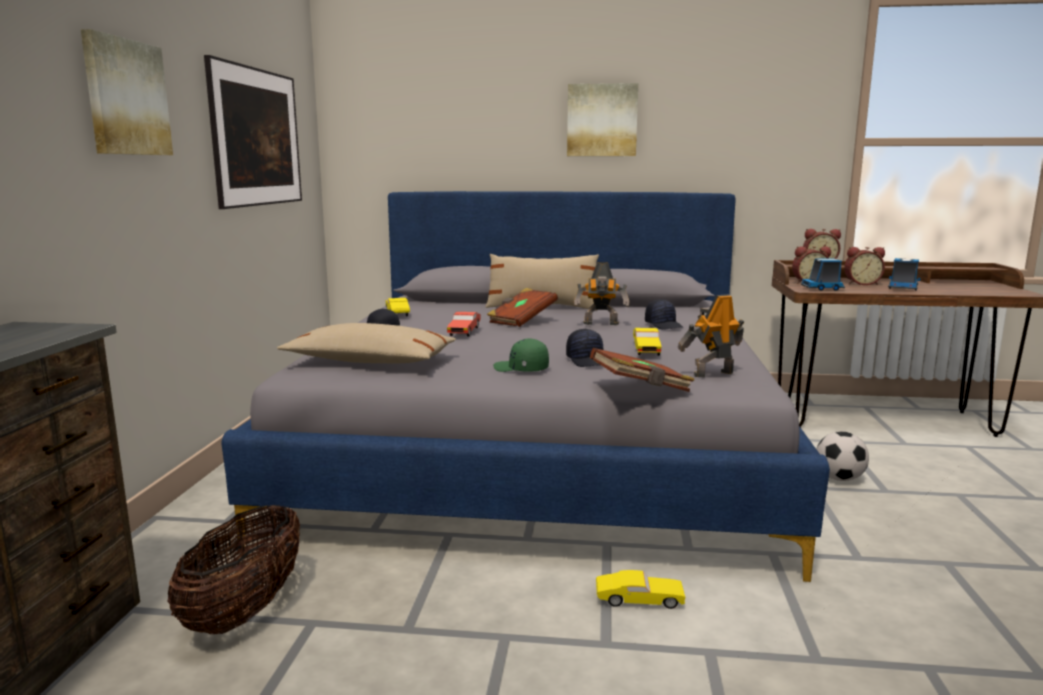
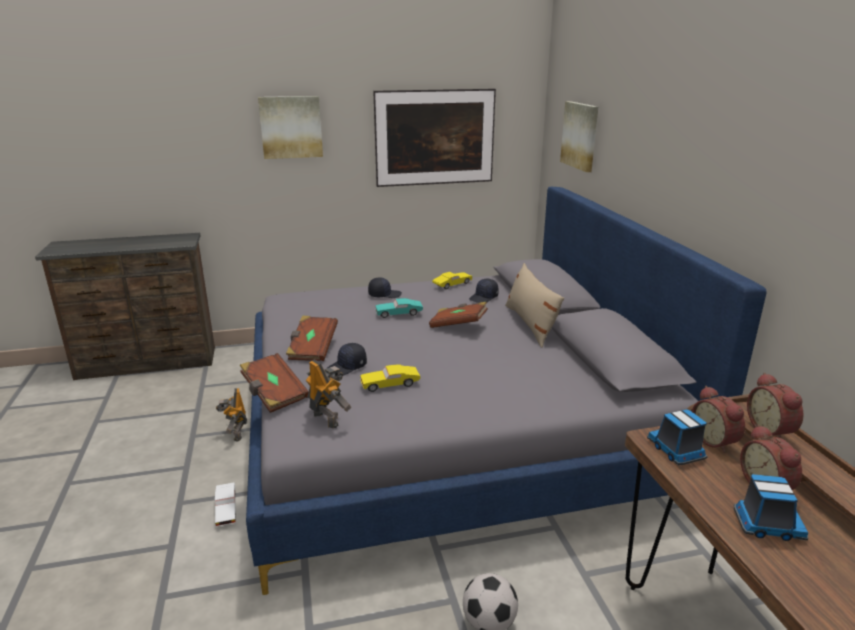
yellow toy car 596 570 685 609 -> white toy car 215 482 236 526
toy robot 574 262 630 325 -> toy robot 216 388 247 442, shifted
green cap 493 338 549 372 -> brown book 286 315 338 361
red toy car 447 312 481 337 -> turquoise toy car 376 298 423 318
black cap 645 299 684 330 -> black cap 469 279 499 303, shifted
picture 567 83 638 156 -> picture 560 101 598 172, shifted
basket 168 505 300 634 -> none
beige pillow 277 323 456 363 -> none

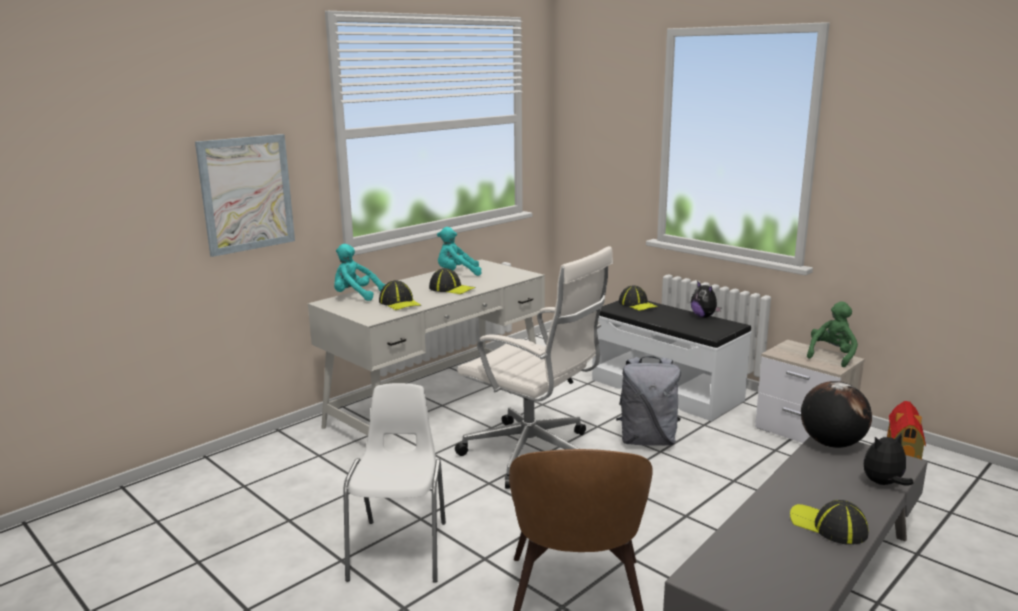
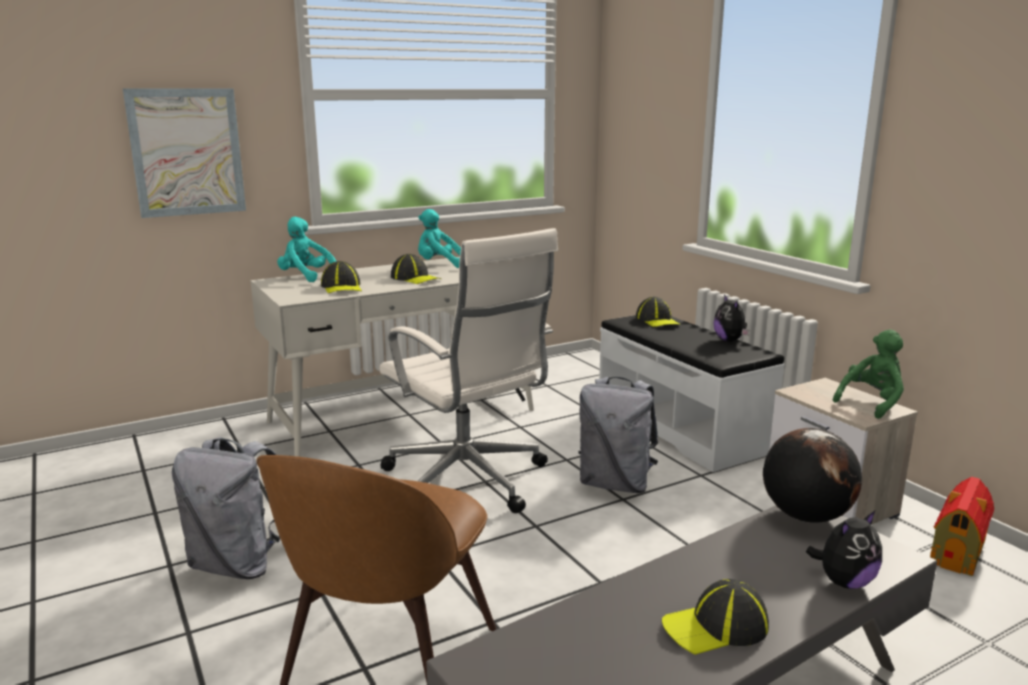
white chair 343 383 446 583 -> grey backpack 172 437 280 579
cap 790 500 869 545 -> cap 662 579 769 655, 75 degrees counterclockwise
plush toy 864 433 913 486 -> plush toy 806 511 882 589, 150 degrees clockwise

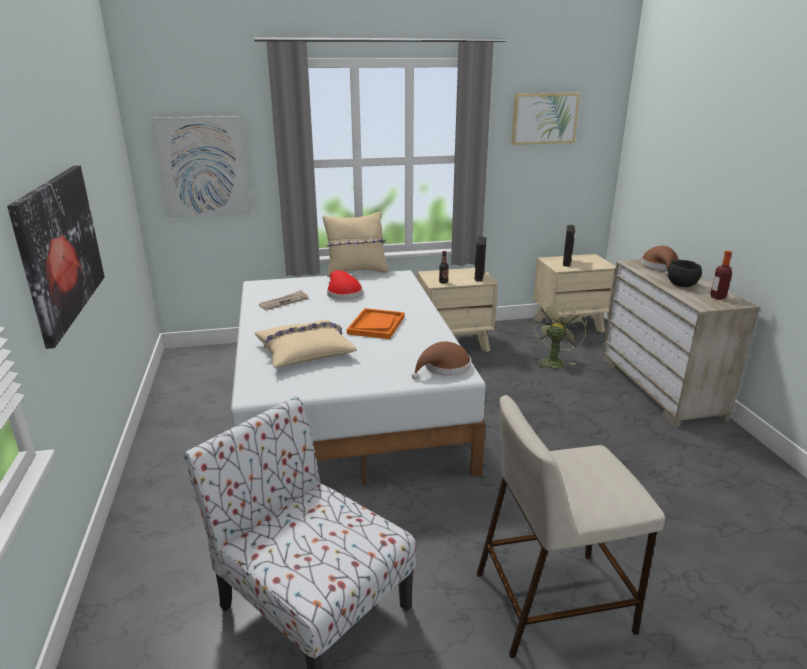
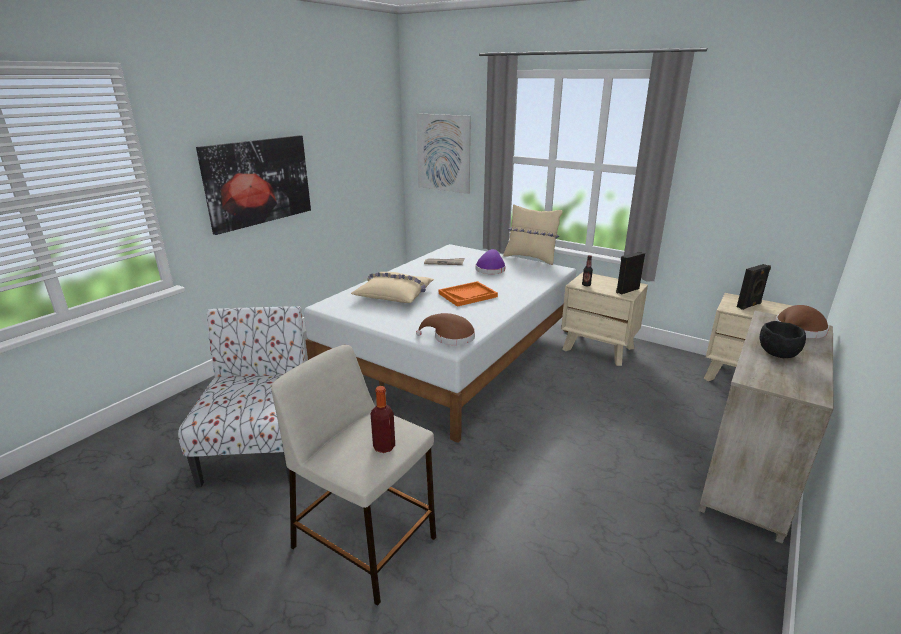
bottle 710 251 732 300 -> bottle 371 386 395 453, shifted
red hat 327 270 363 300 -> purple hat 475 249 506 274
picture 511 93 580 145 -> none
green fan 533 300 587 370 -> none

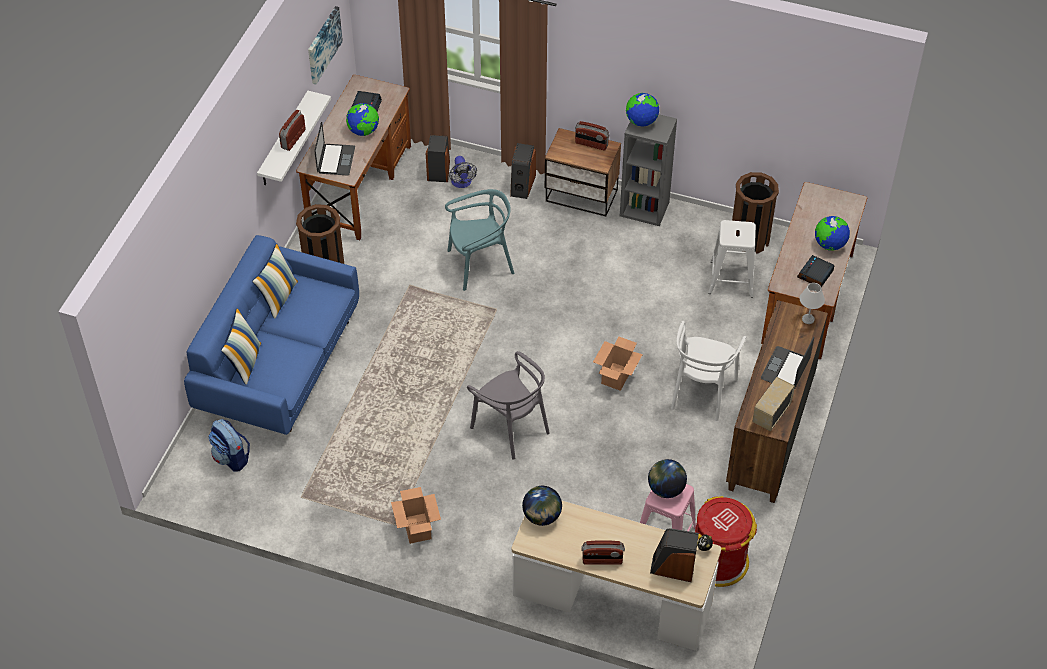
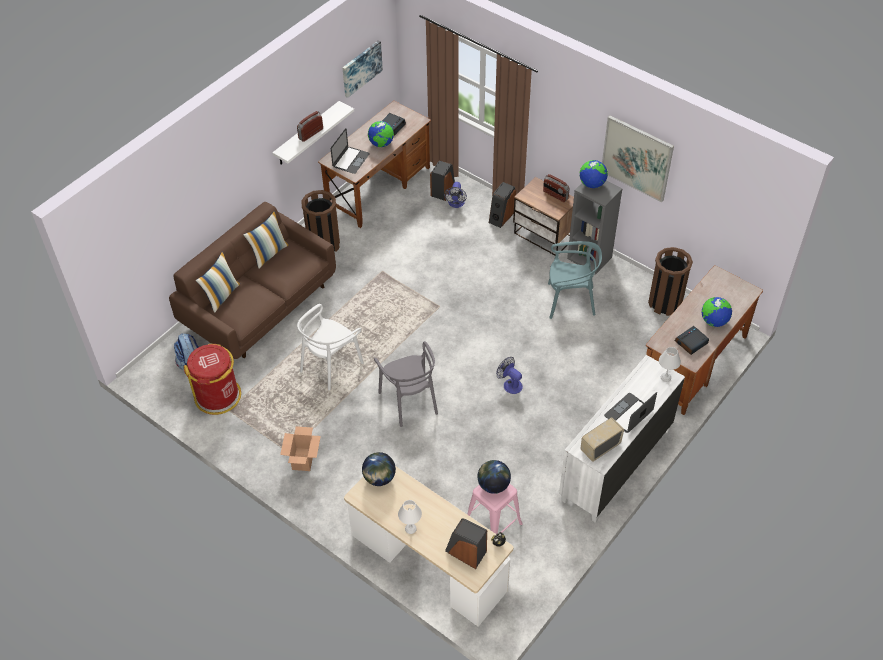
blue sofa 184 235 359 435 -> brown sofa 169 202 336 359
red trash can 695 496 757 587 -> red trash can 184 344 241 415, shifted
white chair 671 321 746 421 -> white chair 297 304 364 390, shifted
radio 581 540 625 565 -> white table lamp 398 500 422 534
cardboard box 593 337 643 391 -> fan 496 357 523 394
turquoise chair 445 189 514 291 -> turquoise chair 548 241 602 319, shifted
brown dresser 726 300 828 503 -> white dresser 559 355 685 523
none -> picture 602 115 674 202
white stool 708 220 756 298 -> none

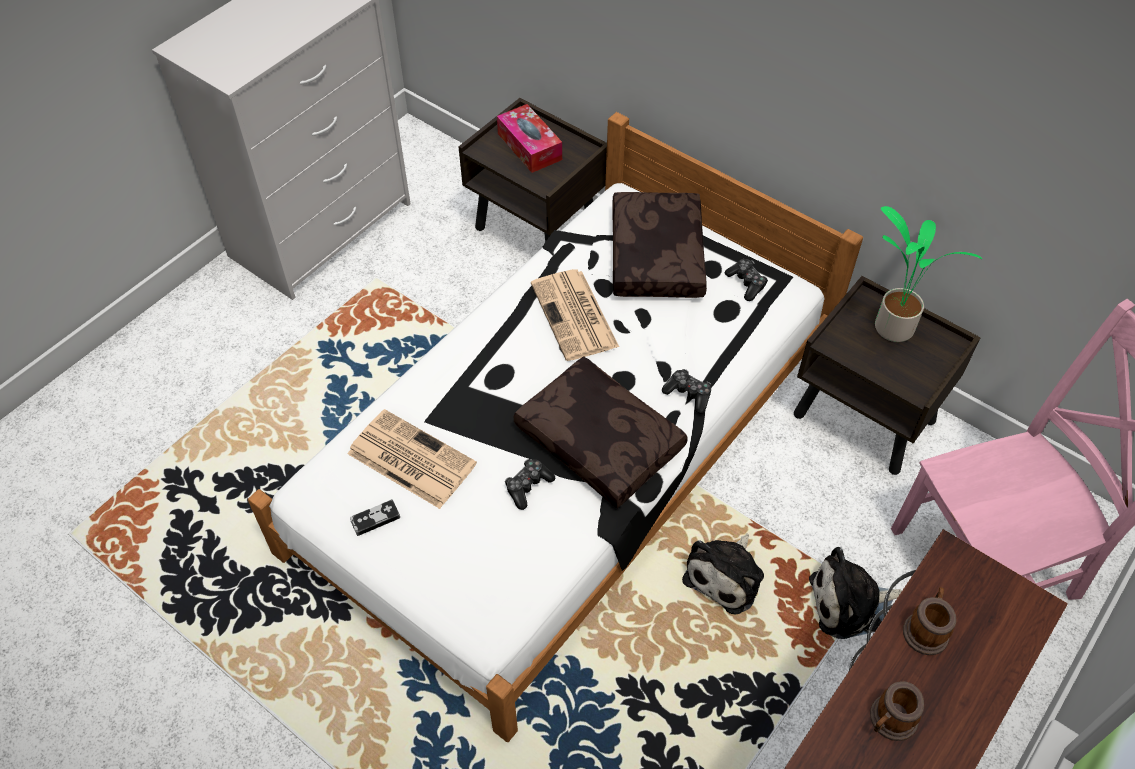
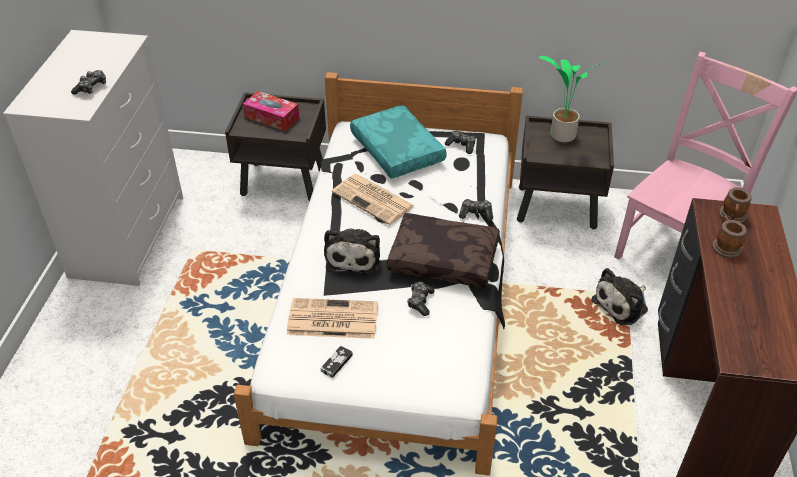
none -> game controller 71 70 106 95
plush toy 682 533 764 614 -> plush toy 324 228 380 275, shifted
brown pillow 612 192 707 298 -> turquoise pillow 350 105 447 179
mug 870 681 924 741 -> mug 719 187 752 223, shifted

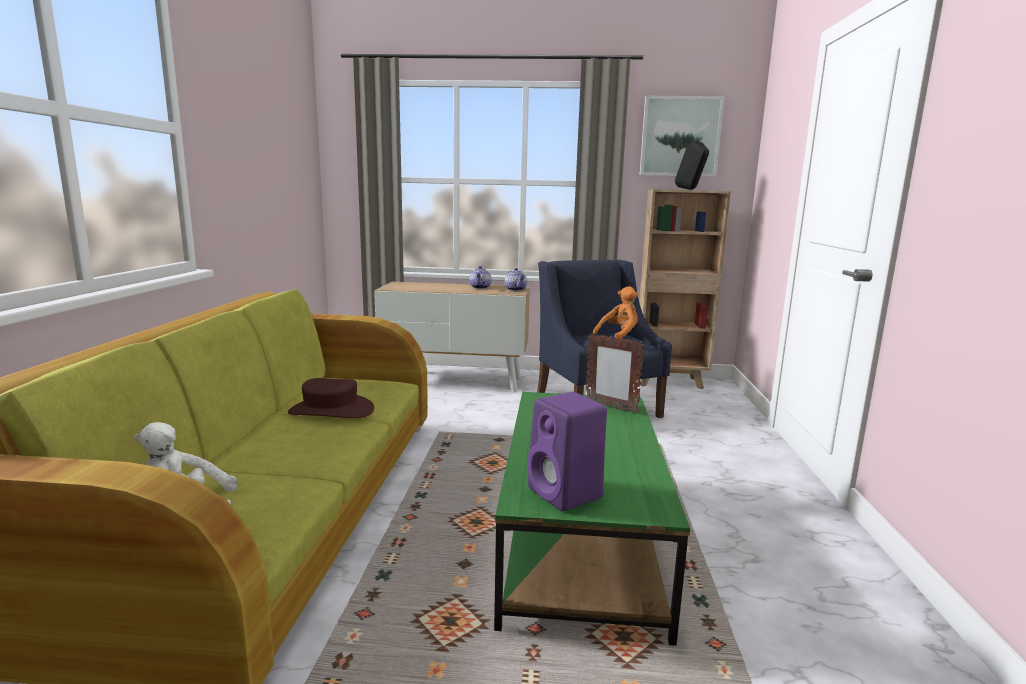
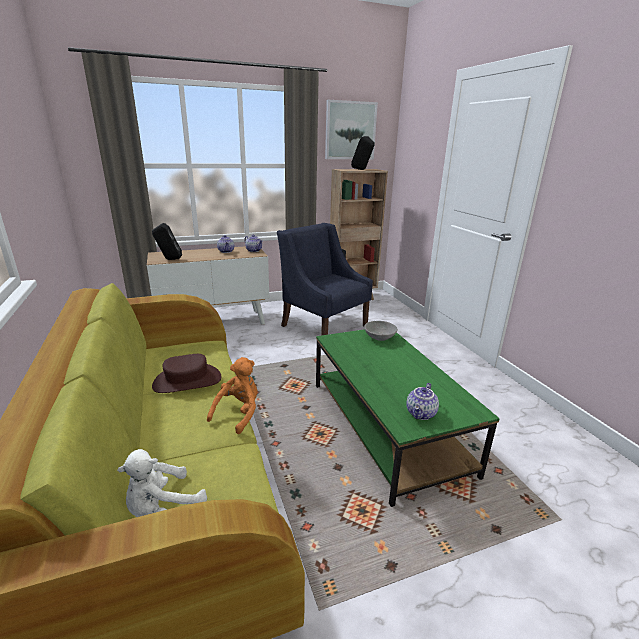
none -> black speaker 152 223 182 260
orange plush toy 593 286 638 341 -> orange plush toy 207 357 258 434, shifted
picture frame 586 333 644 414 -> grey bowl 364 321 398 341
purple speaker 527 392 607 511 -> teapot 406 383 439 420

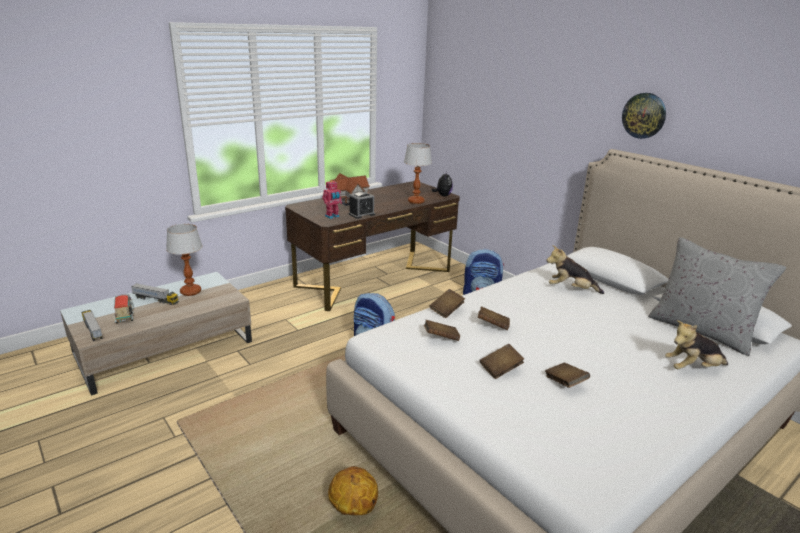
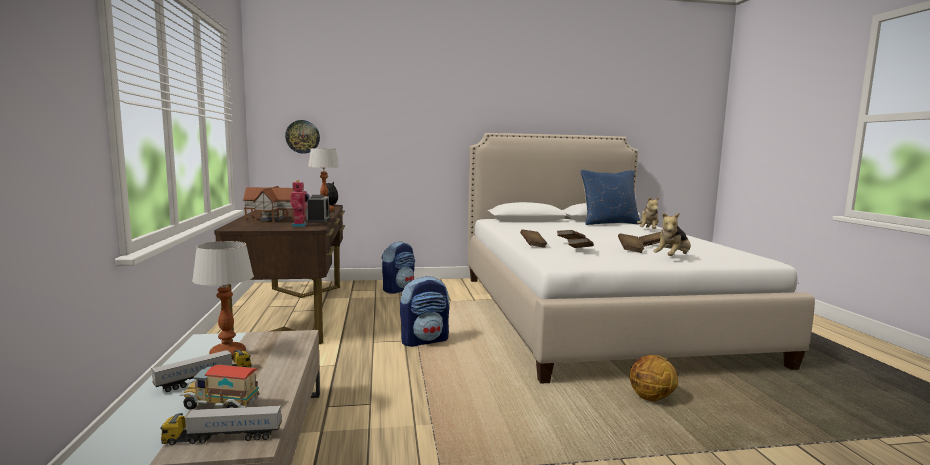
wall clock 622 93 666 139 -> wall clock 285 120 320 154, shifted
grey pillow 648 237 786 356 -> blue pillow 580 170 640 225
plush toy 546 245 604 294 -> plush toy 653 213 691 256, shifted

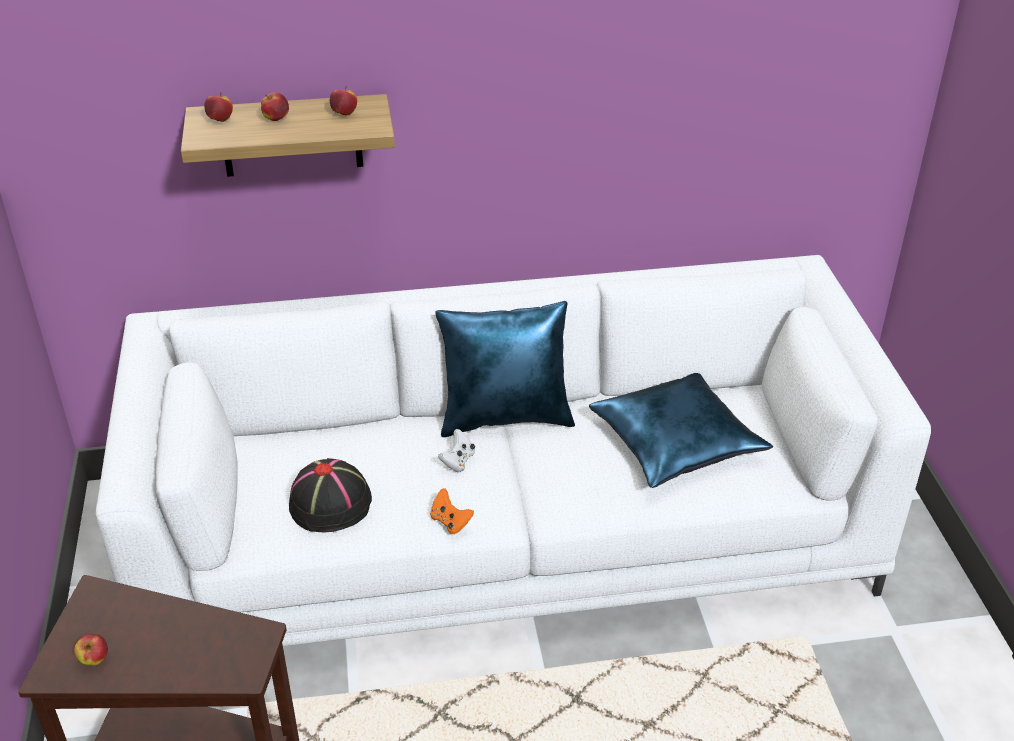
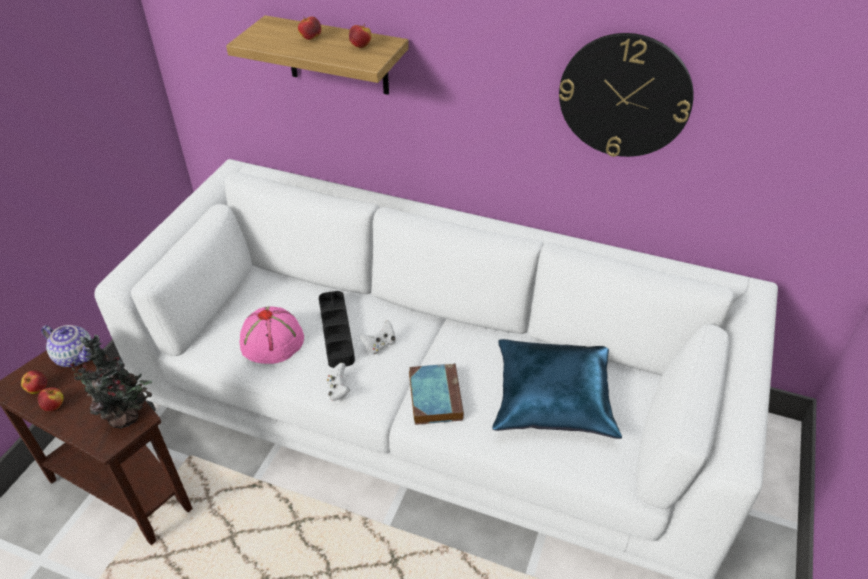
apple 204 92 233 122 -> apple 38 387 64 411, shifted
none -> teapot 41 325 92 367
none -> potted plant 65 335 152 428
black hat 289 458 372 533 -> pink hat 240 306 304 364
none -> black tray 319 291 355 368
orange game controller 430 488 474 534 -> white game controller 327 363 350 401
none -> book 409 363 464 425
none -> wall clock 559 33 694 157
blue pillow 436 301 575 437 -> none

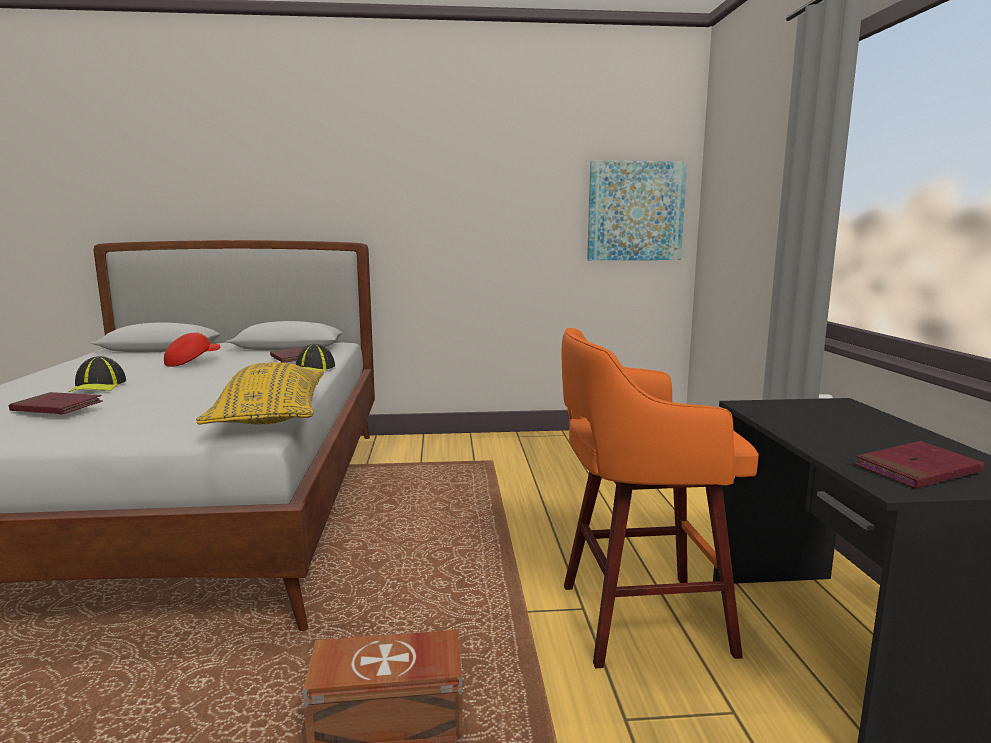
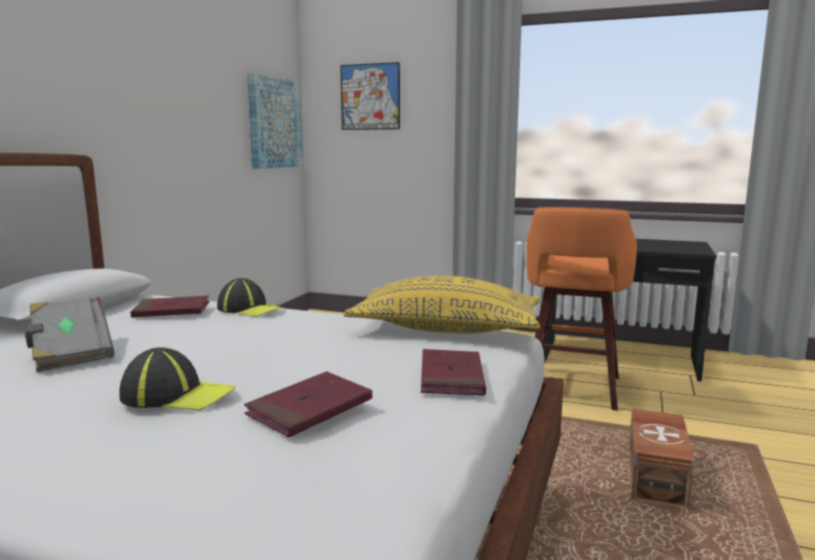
red cap 164 332 221 367 -> grey book 25 297 114 372
none -> picture 340 62 400 130
red book 855 441 984 489 -> red book 421 349 486 396, shifted

